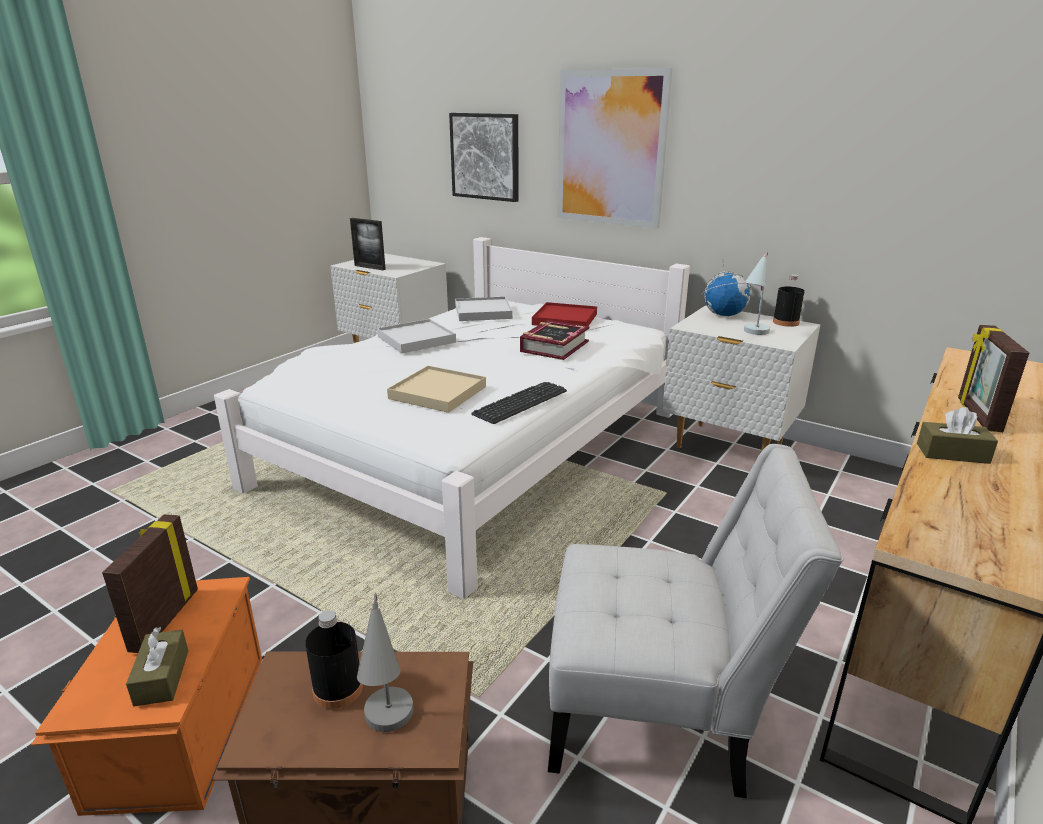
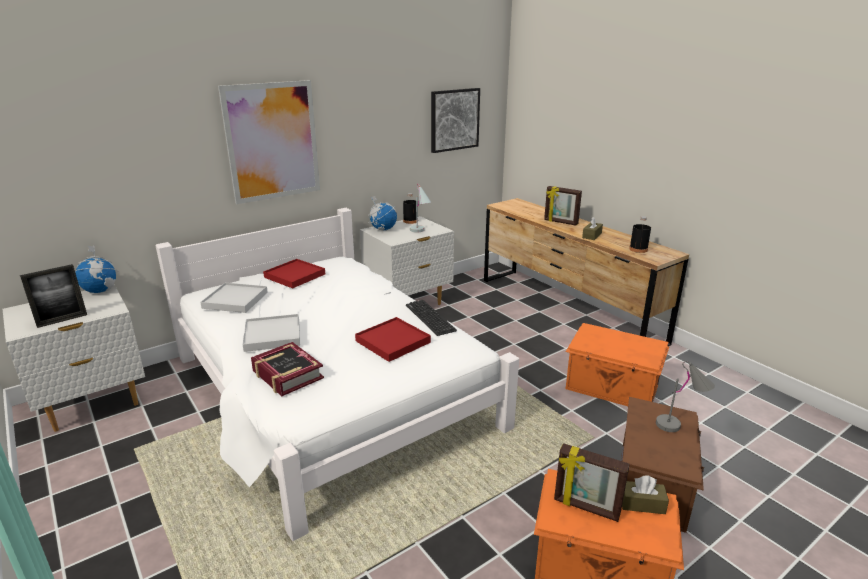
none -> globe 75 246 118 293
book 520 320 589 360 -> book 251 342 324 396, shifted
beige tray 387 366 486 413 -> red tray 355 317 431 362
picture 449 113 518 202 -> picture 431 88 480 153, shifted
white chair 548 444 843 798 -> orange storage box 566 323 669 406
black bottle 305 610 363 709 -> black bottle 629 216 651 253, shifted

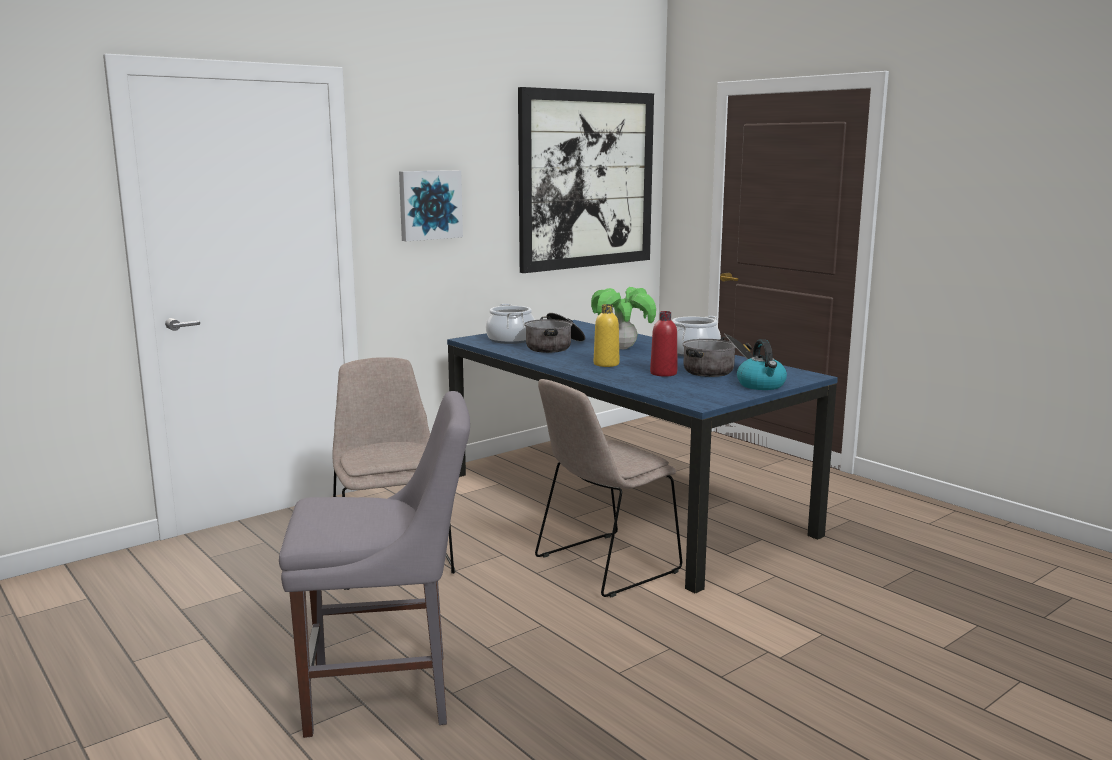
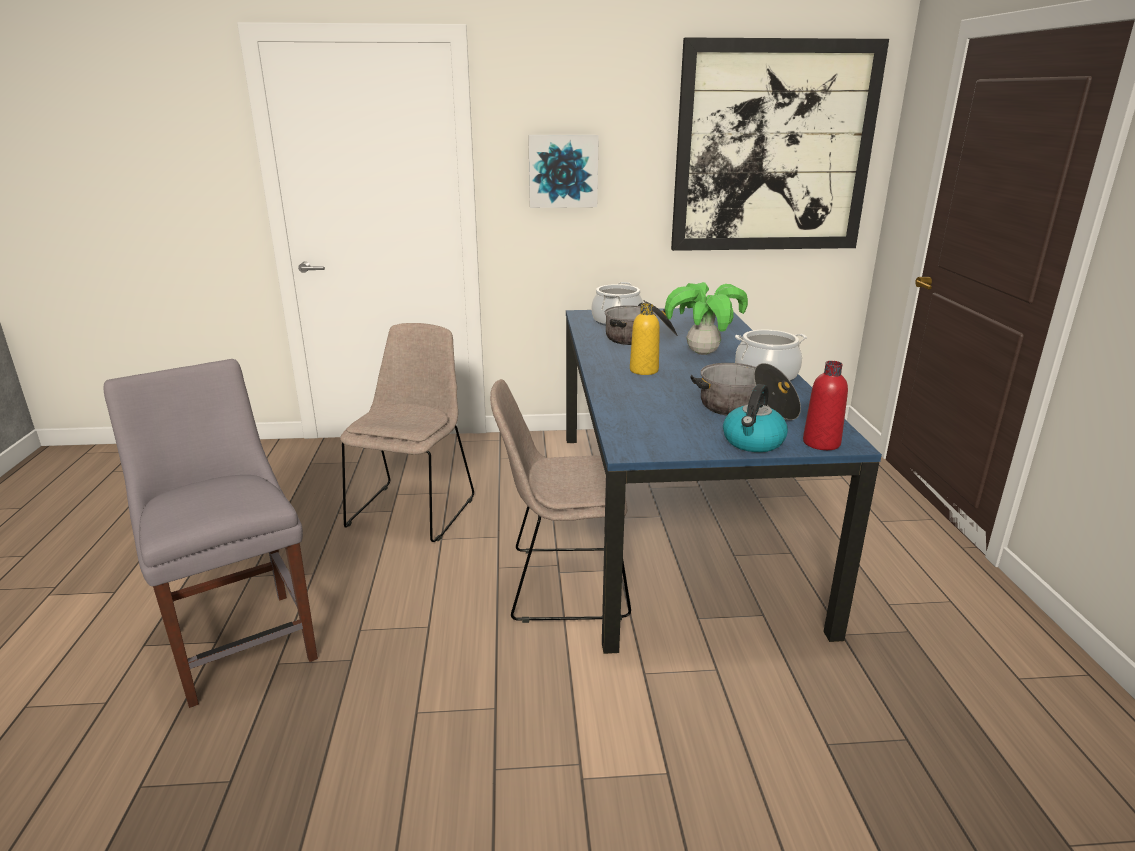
grey chair 279 391 470 738 -> grey chair 103 359 318 708, 150 degrees counterclockwise
red bottle 650 311 677 377 -> red bottle 803 361 848 450, shifted

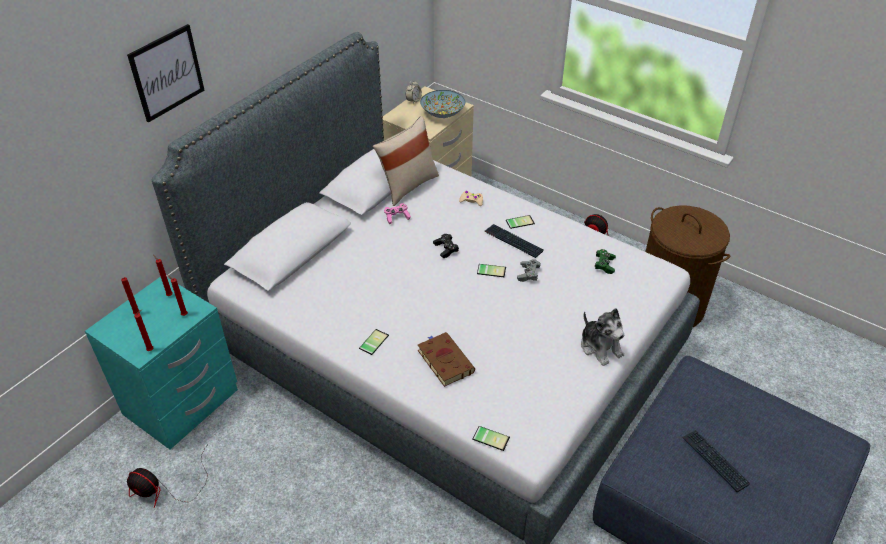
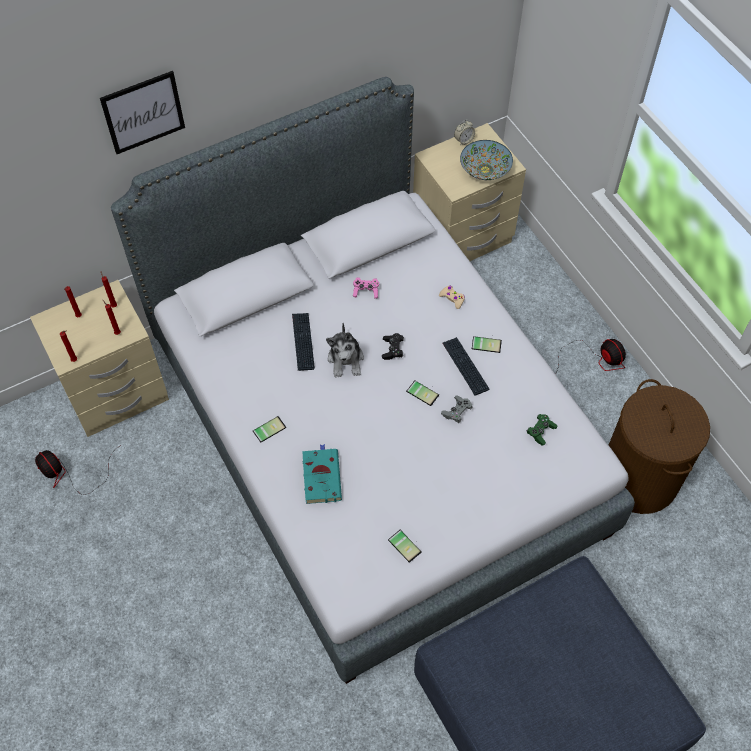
turquoise nightstand 85 277 238 449 -> beige nightstand 30 280 169 437
keyboard 683 430 750 492 -> keyboard 292 313 315 371, shifted
brown book 418 332 475 387 -> turquoise book 302 444 342 504
plush toy 581 308 624 366 -> plush toy 326 323 364 377, shifted
phone 472 426 510 451 -> phone 388 530 422 563, shifted
beige pillow 373 116 439 206 -> none

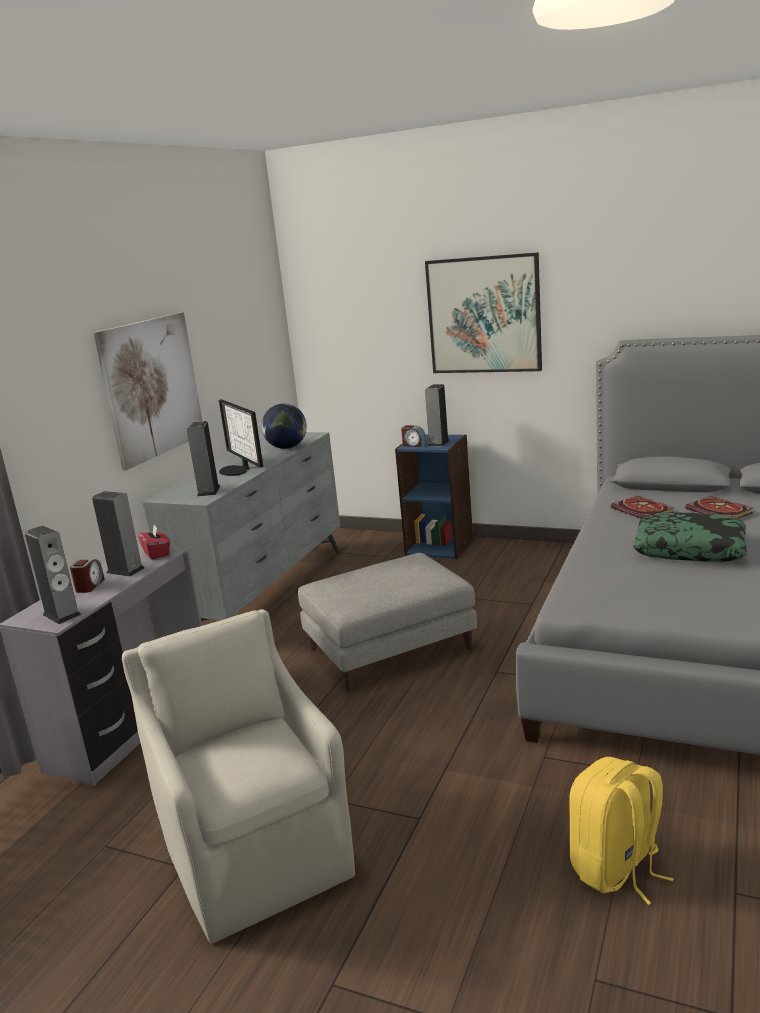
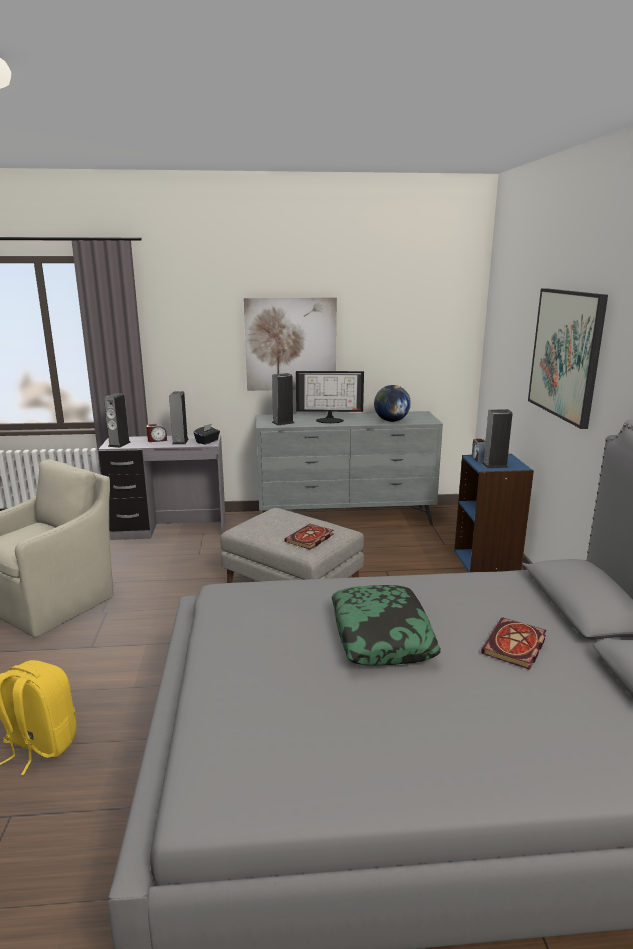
red tissue box 138 525 170 560 -> black tissue box 194 424 220 444
book 611 496 674 518 -> book 284 524 334 549, shifted
monitor 219 399 263 476 -> monitor 296 371 364 424, 120 degrees counterclockwise

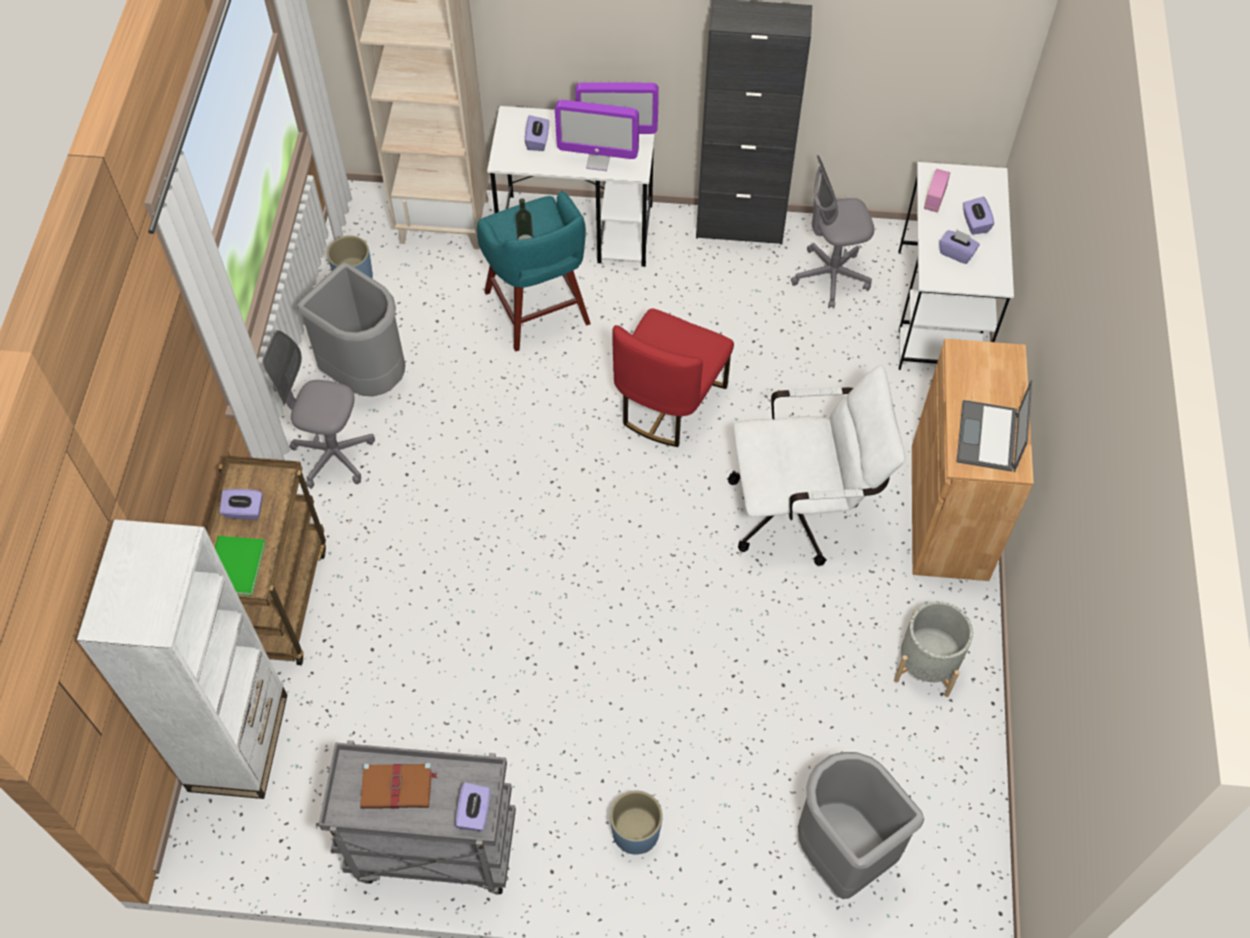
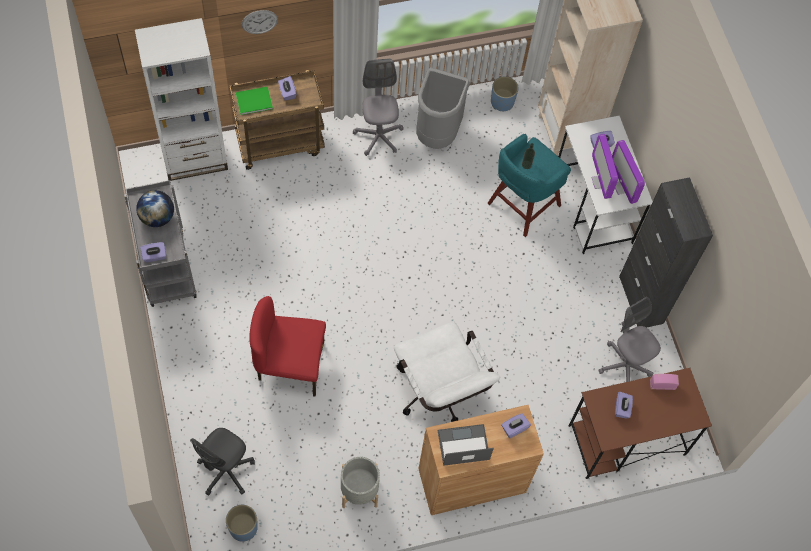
brown book 360 763 438 809 -> globe 136 190 174 227
grey trash can 798 752 924 899 -> grey office chair 190 428 255 496
blue planter 610 791 663 855 -> blue planter 226 505 258 542, shifted
none -> wall clock 242 10 278 34
red chair 613 308 734 447 -> red chair 249 296 326 397, shifted
purple tissue box 963 197 994 235 -> purple tissue box 501 413 531 438, shifted
white desk 899 162 1014 370 -> brown desk 568 368 712 479

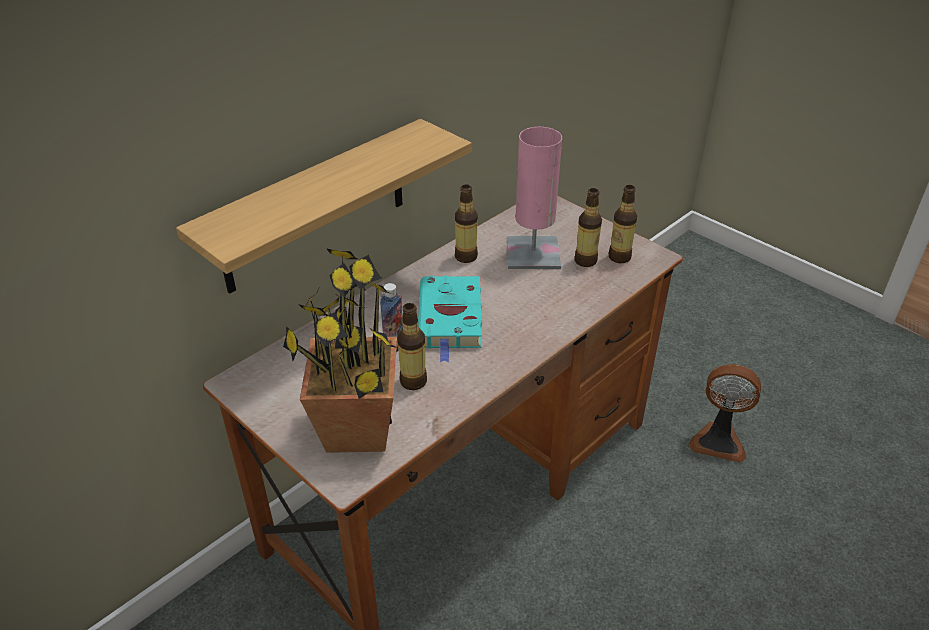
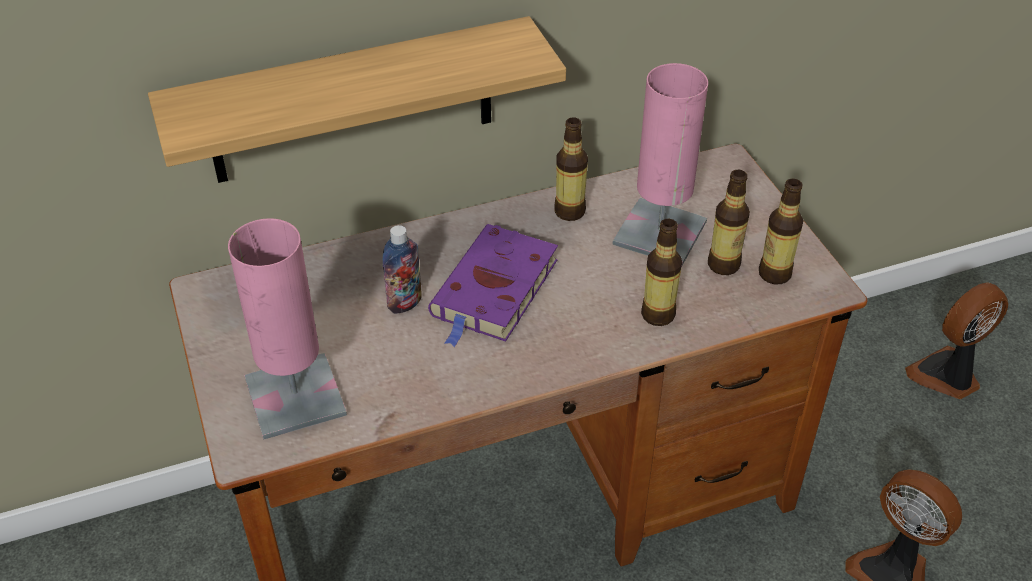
potted plant 283 248 397 453 -> pink table lamp 228 218 347 439
turquoise book 418 276 482 362 -> purple book 428 224 558 347
bottle 397 303 427 390 -> bottle 641 219 682 326, shifted
none -> fan 905 282 1008 399

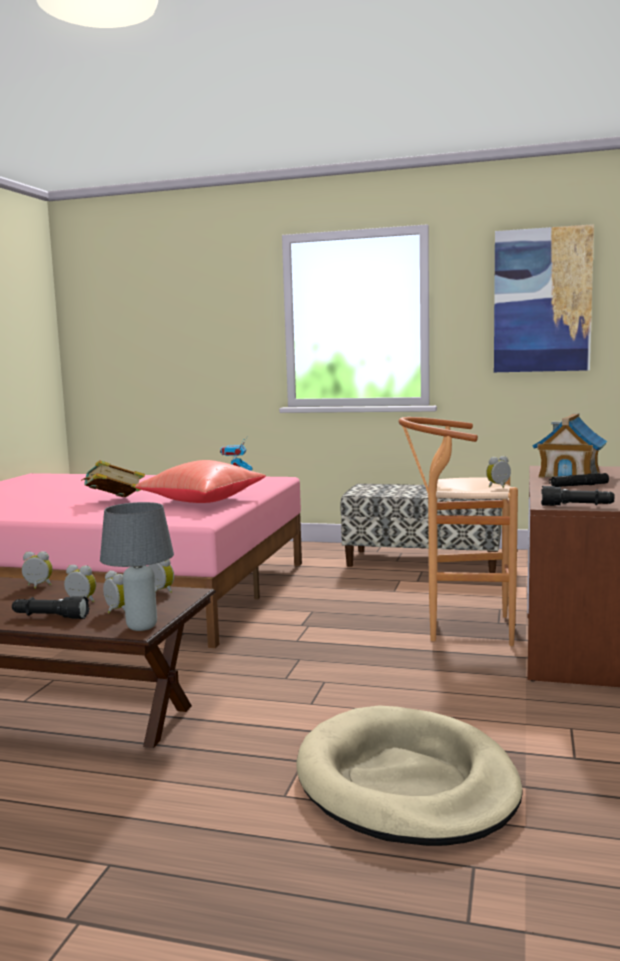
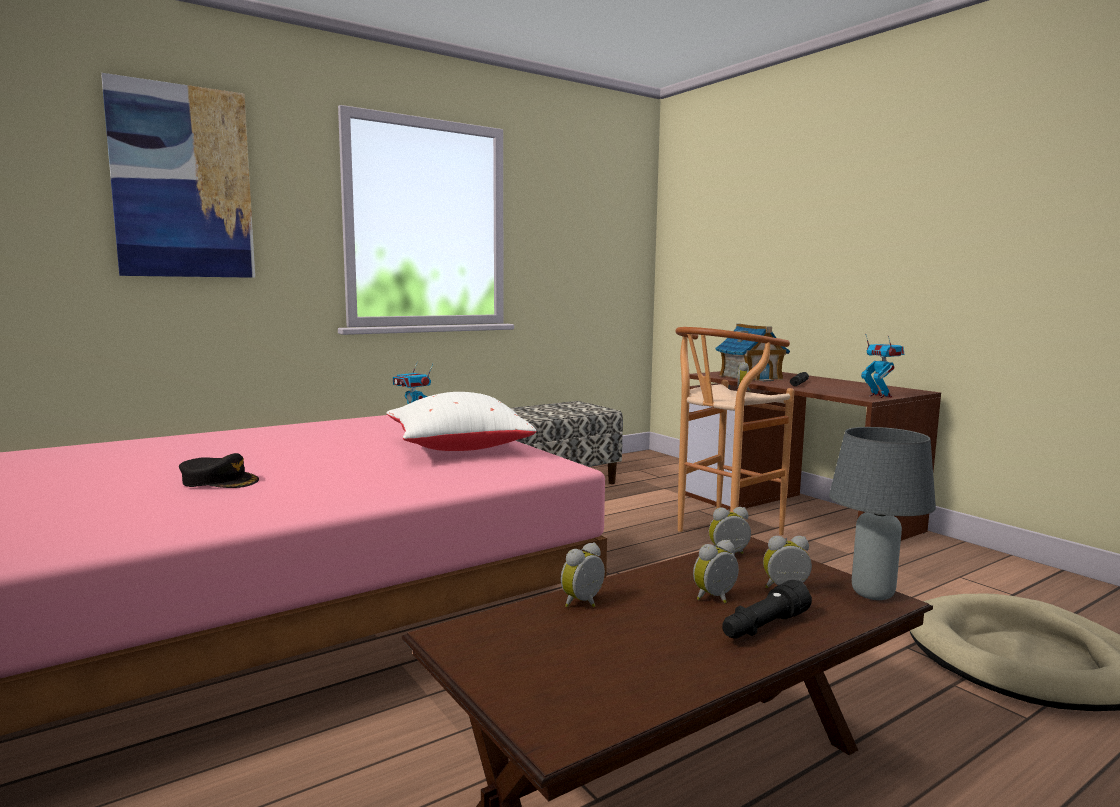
picture 494 224 594 372 -> picture 101 73 255 278, shifted
none -> black cap 179 453 259 488
red pillow 135 460 266 503 -> white pillow 386 392 536 451
black flashlight 541 486 614 506 -> toy robot 861 334 904 398
book 81 460 145 497 -> none

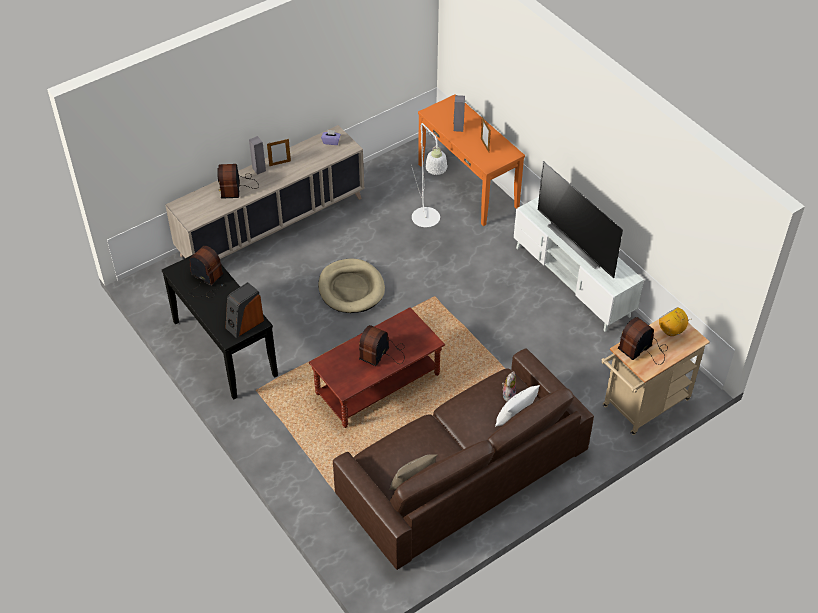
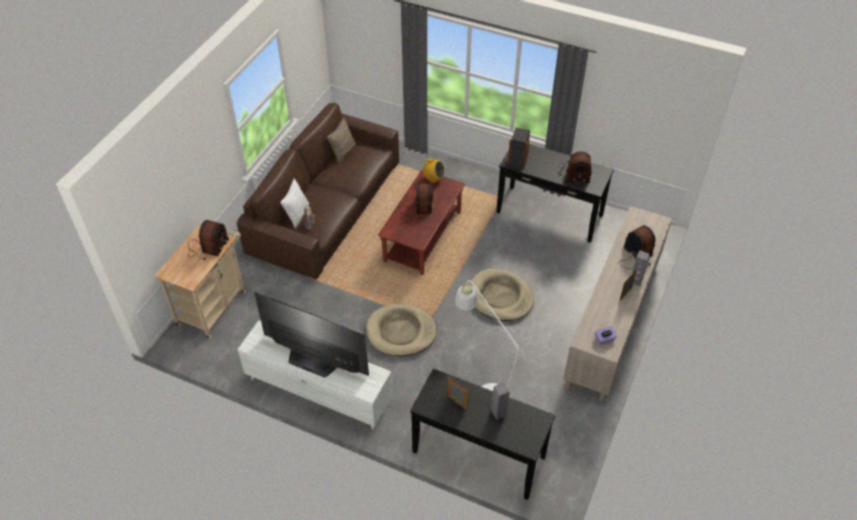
none -> beige dog bed 366 304 437 356
orange console table 418 94 525 226 -> black console table 410 369 555 500
radio 659 307 691 336 -> radio 423 159 445 183, shifted

